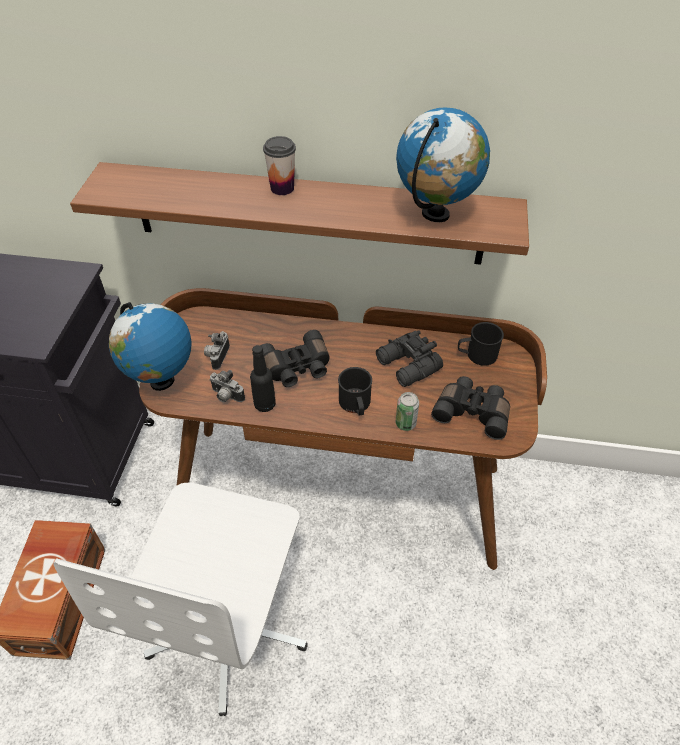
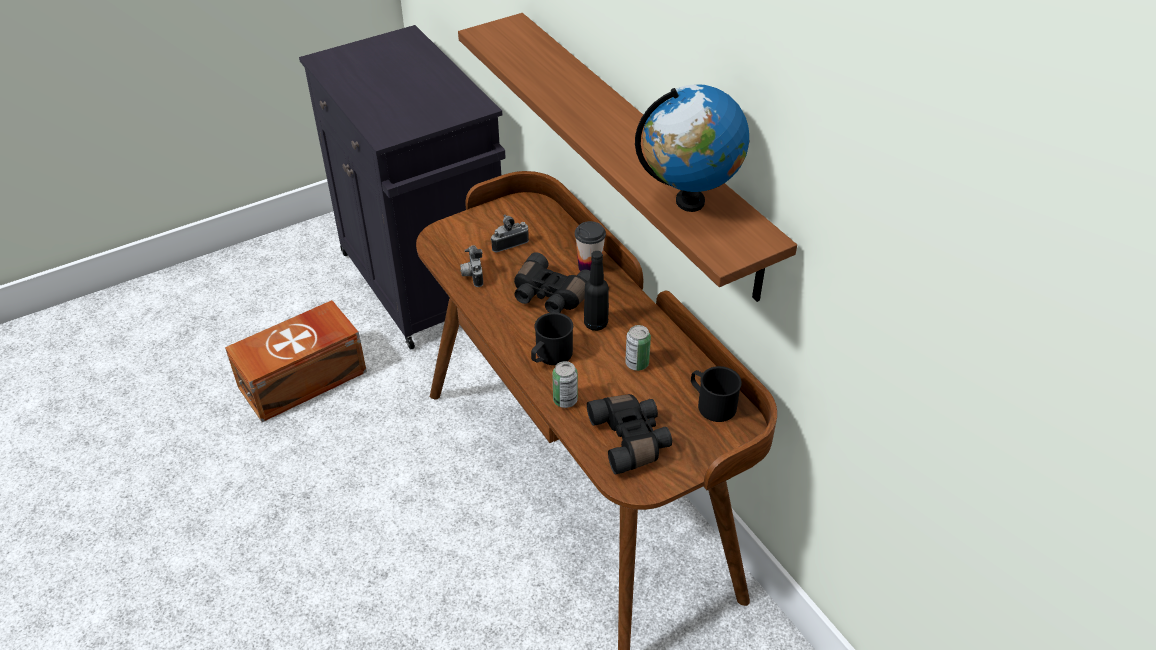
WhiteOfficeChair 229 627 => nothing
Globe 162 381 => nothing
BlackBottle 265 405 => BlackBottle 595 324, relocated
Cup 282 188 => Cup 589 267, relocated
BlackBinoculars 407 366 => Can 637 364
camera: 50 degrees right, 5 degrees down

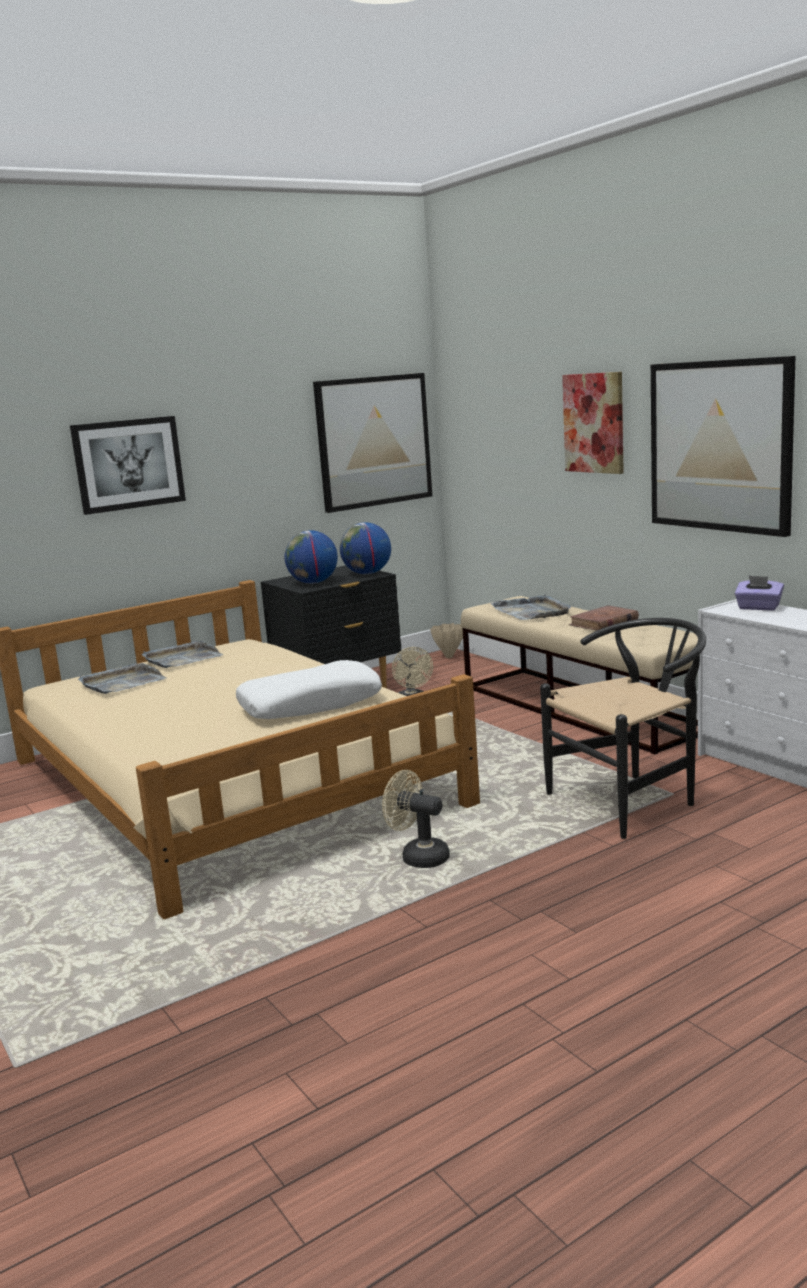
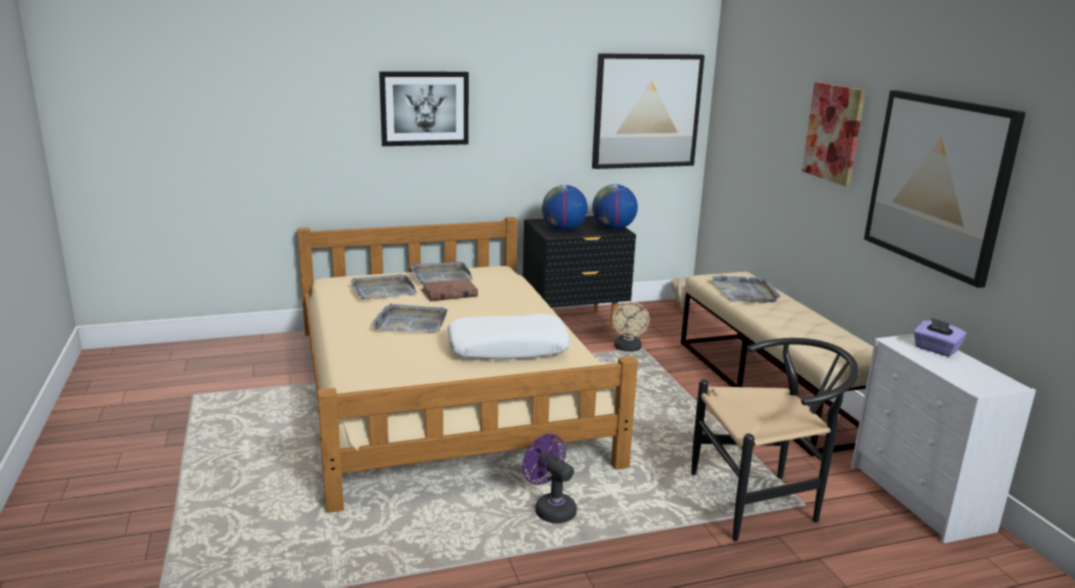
BeigeFan 418 857 => PurpleFan 550 509
BrownBook 603 622 => BrownBook 449 293, relocated
nothing => GreyTray 410 322
camera: 15 degrees right, 5 degrees up

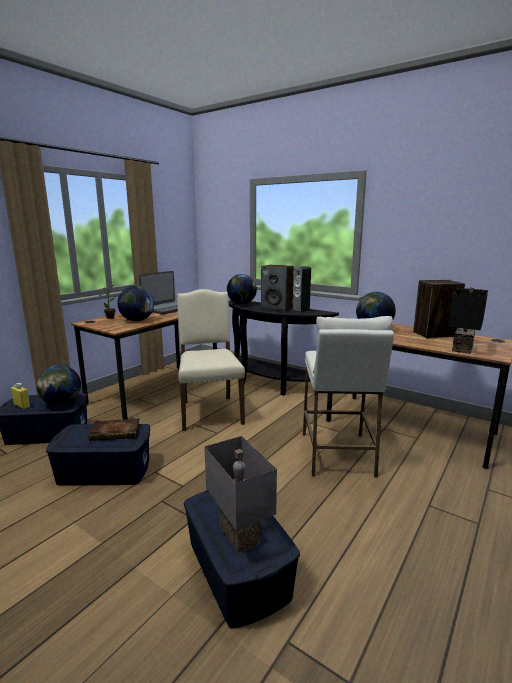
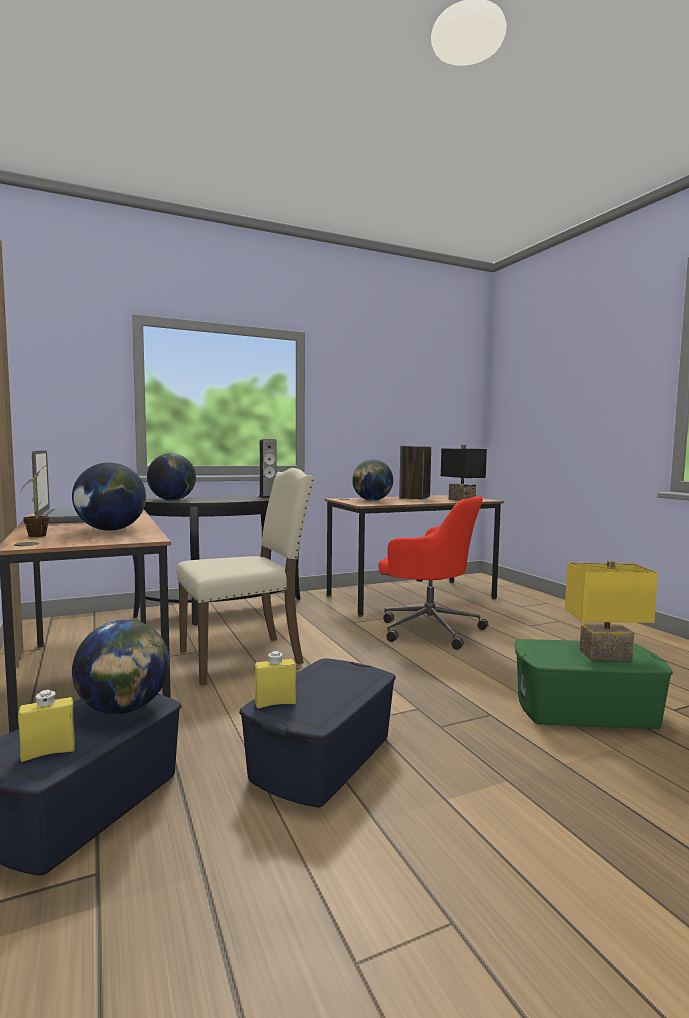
Book 117 432 => nothing
BeigeChair 210 411 => BeigeChair 244 657, 135 degrees clockwise
BlueStorageBox 237 570 => GreenStorageBox 585 710
GreyTableLamp 237 535 => YellowTableLamp 605 656
Speaker 277 308 => nothing
WhiteStool 337 454 => RedOfficeChair 428 629
nothing => YellowBottle 275 703
camera: 60 degrees left, 10 degrees down

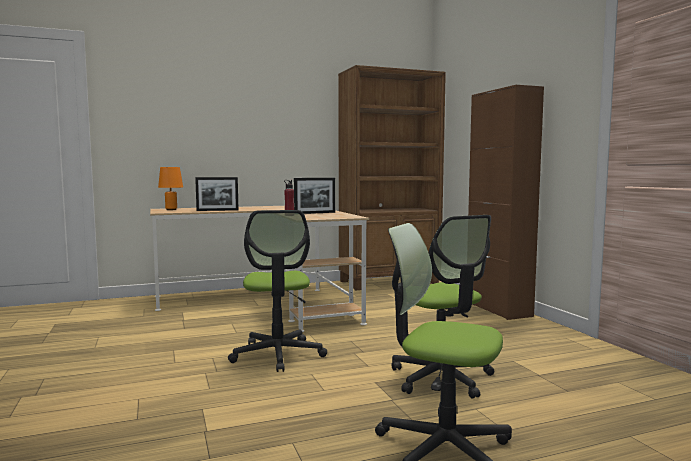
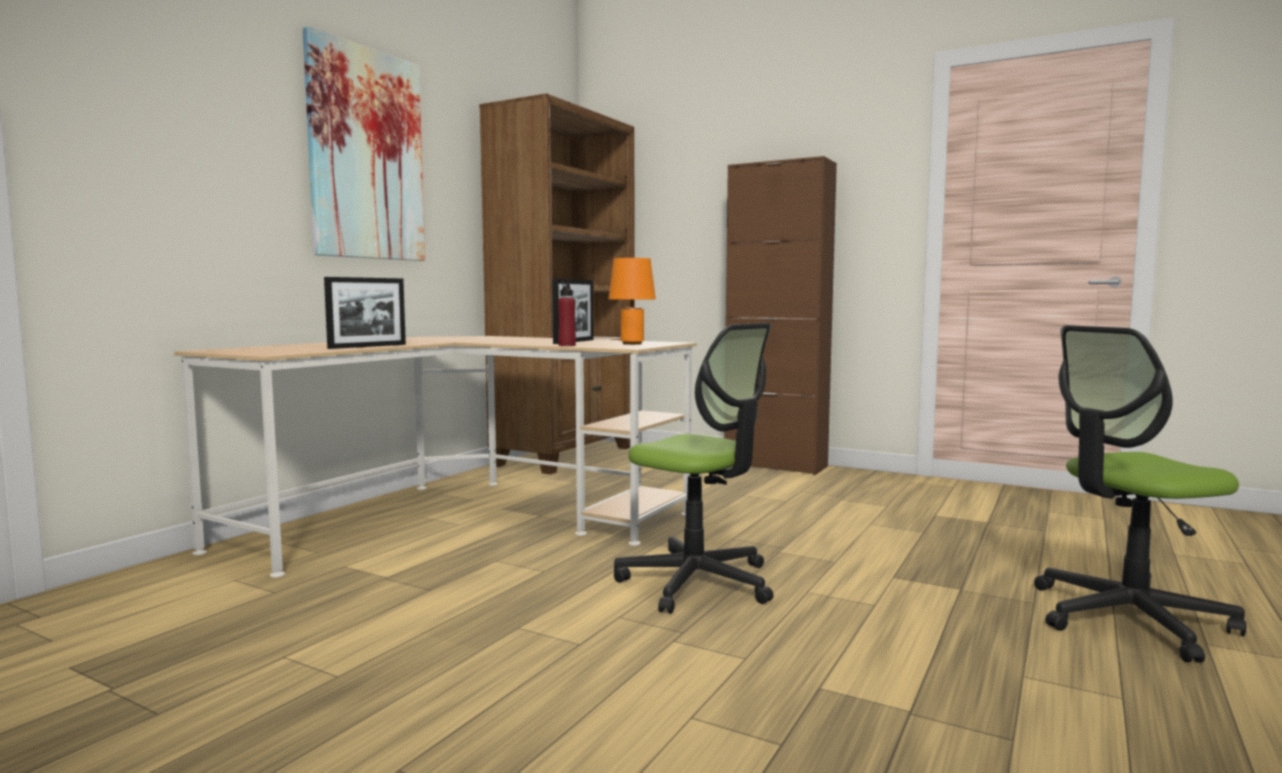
OrangeTableLamp 171 209 => OrangeTableLamp 631 344, relocated
OfficeChair 441 378 => nothing
nothing => Picture 366 154
camera: 40 degrees left, 0 degrees up

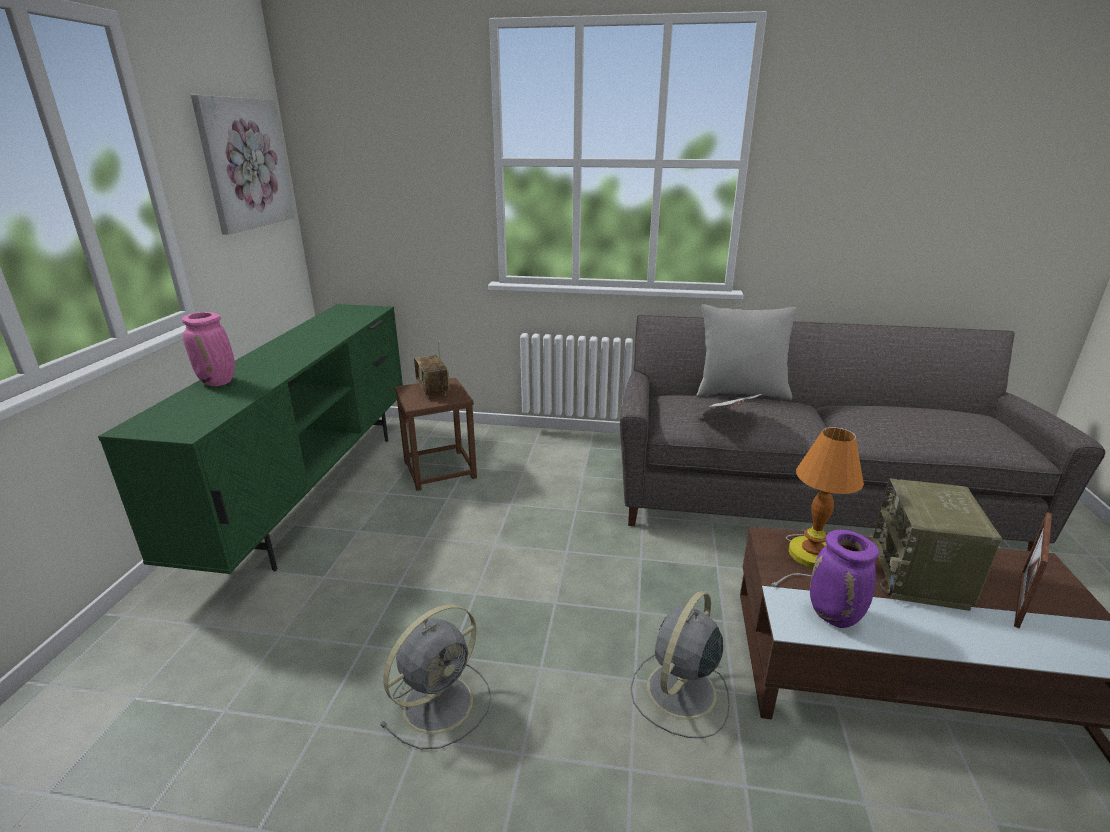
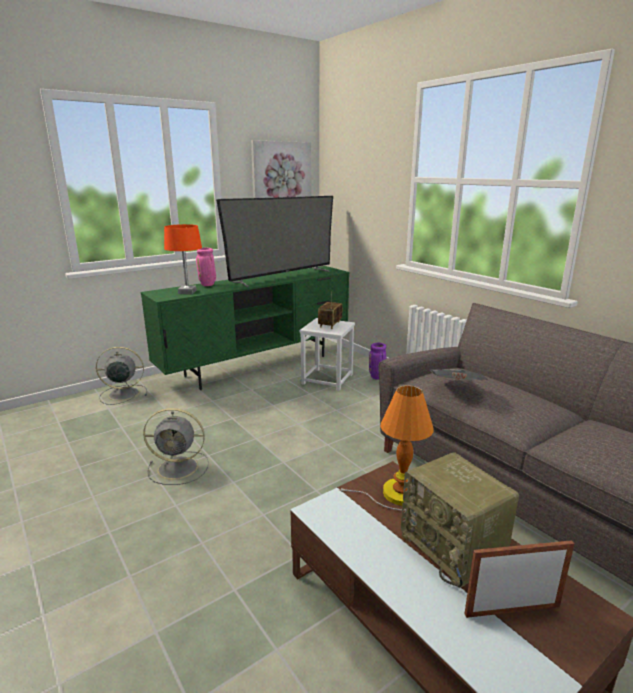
BrownStool 440 469 => WhiteStool 327 379
GreyFan 679 692 => GreyFan 122 394, relocated
GreyPillow 741 393 => nothing
PurpleVase 835 617 => PurpleVase 377 377, relocated
Radio 920 577 => Radio 454 548, 90 degrees counterclockwise
nothing => OrangeTableLamp 187 292
nothing => Television 282 277
camera: 45 degrees right, 5 degrees down

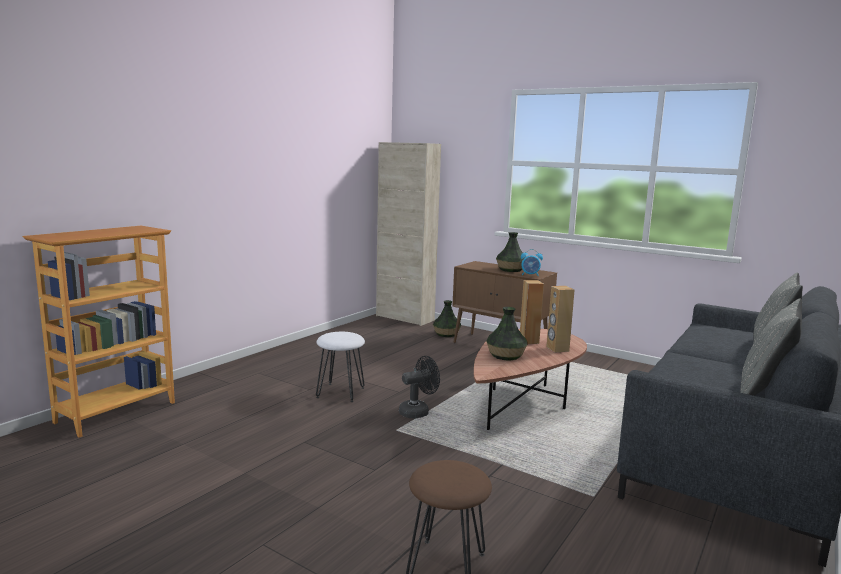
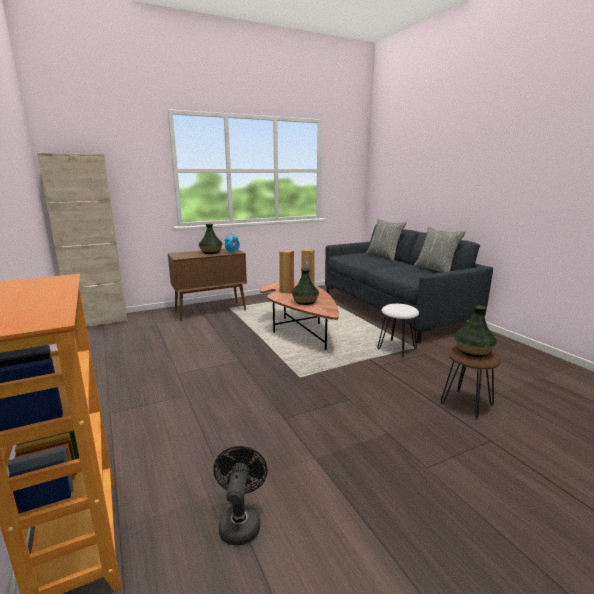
WhiteStool 340 392 => WhiteStool 396 349, relocated
BlackFan 418 411 => BlackFan 240 521, relocated
Vase 446 334 => Vase 472 351, relocated
camera: 60 degrees left, 5 degrees up

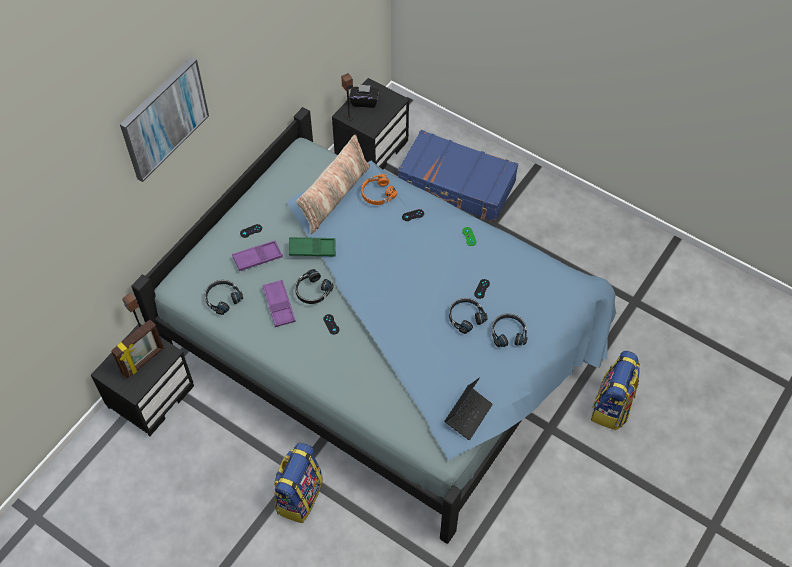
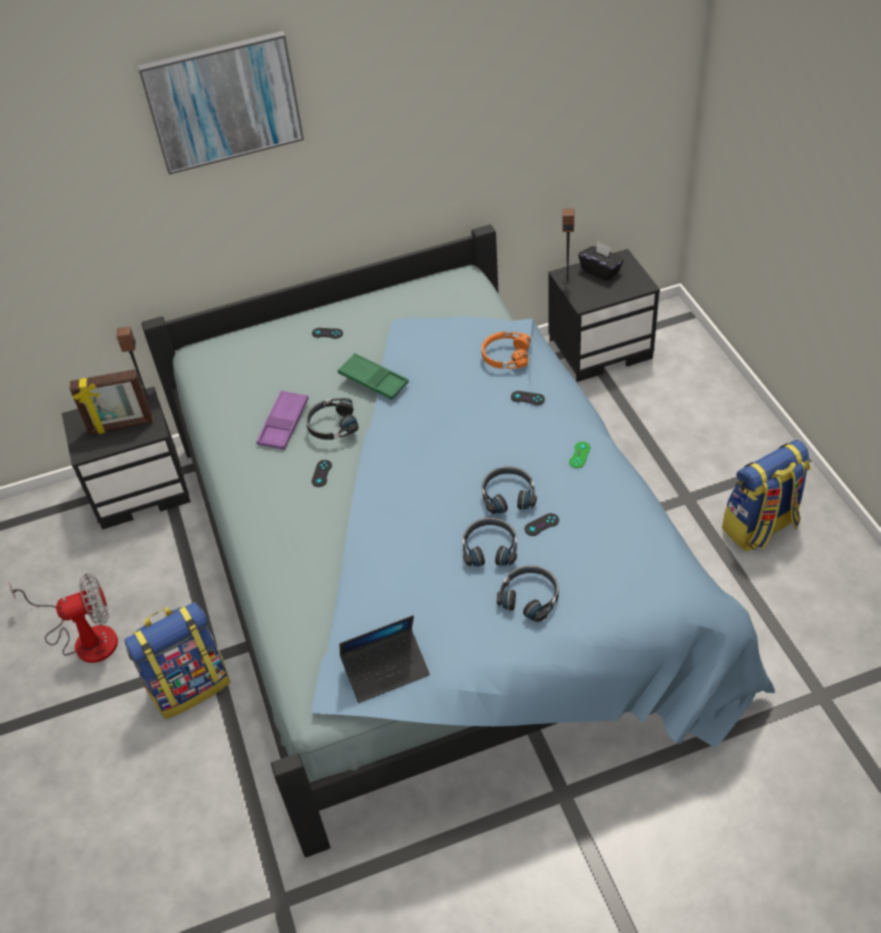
BlackHeadphones 222 298 => BlackHeadphones 508 495, relocated
PurpleTray 257 258 => nothing
Pillow 334 196 => nothing
BlueSuitcase 456 185 => nothing
Backpack 612 406 => Backpack 760 527, relocated
nothing => Fan 84 638
camera: 40 degrees right, 10 degrees down

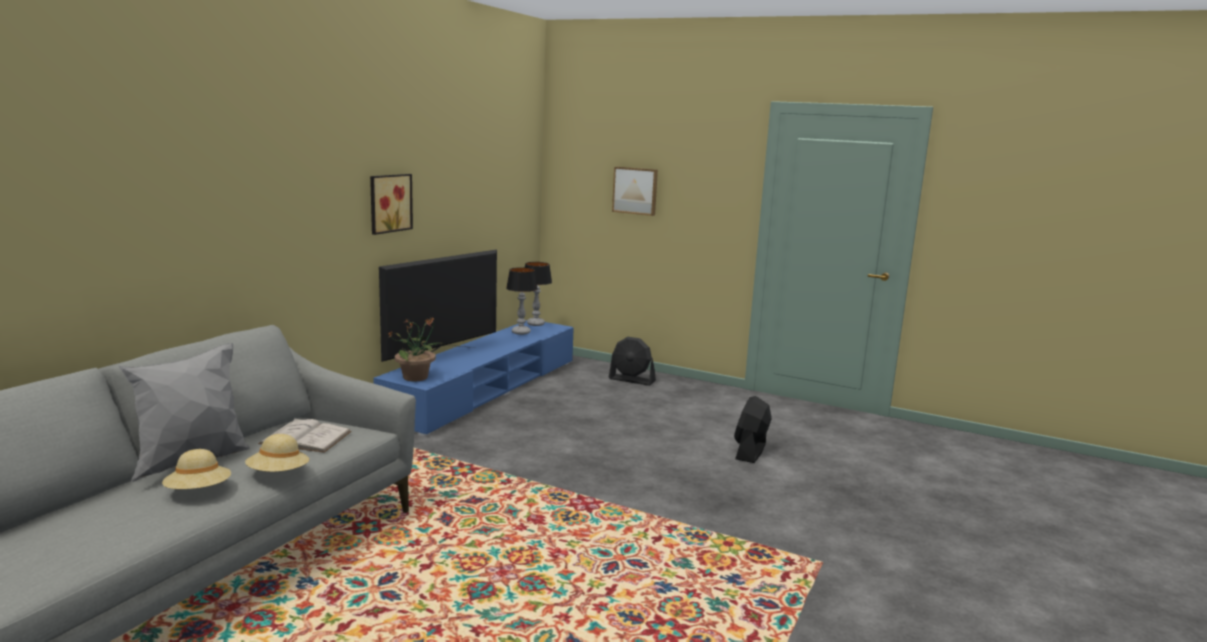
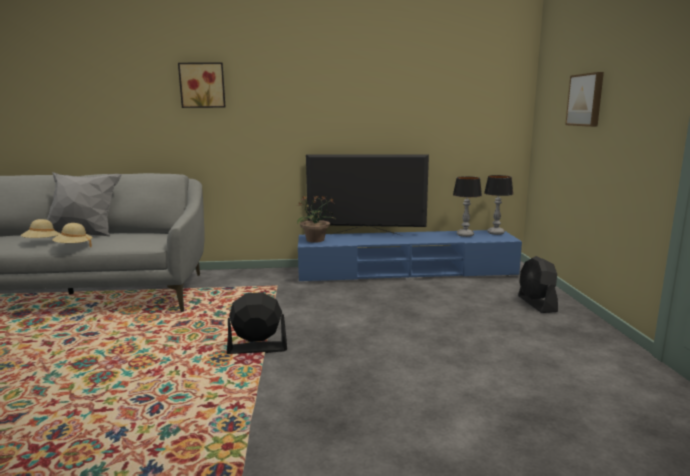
WhiteBook 306 437 => nothing
Picture 389 203 => Picture 202 85, relocated
BlackFan 750 451 => BlackFan 257 348, relocated
camera: 60 degrees right, 0 degrees up

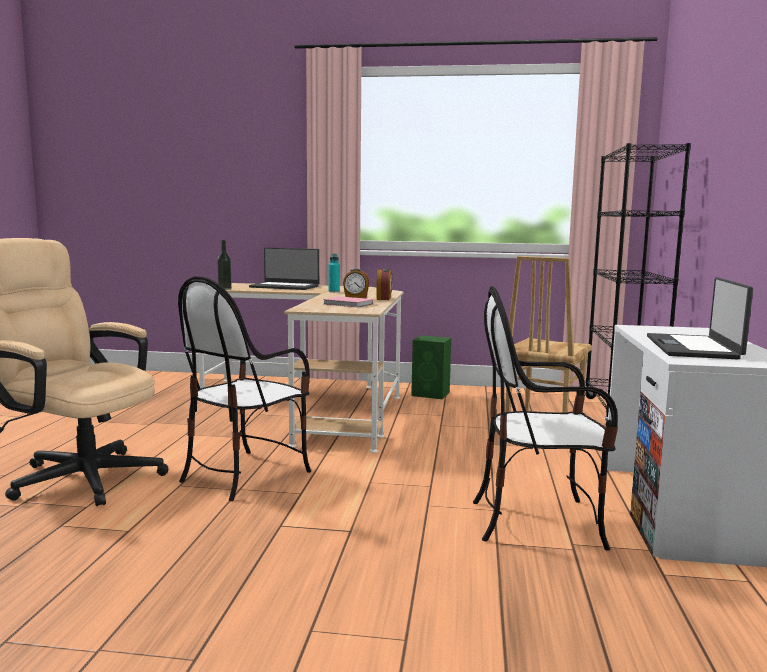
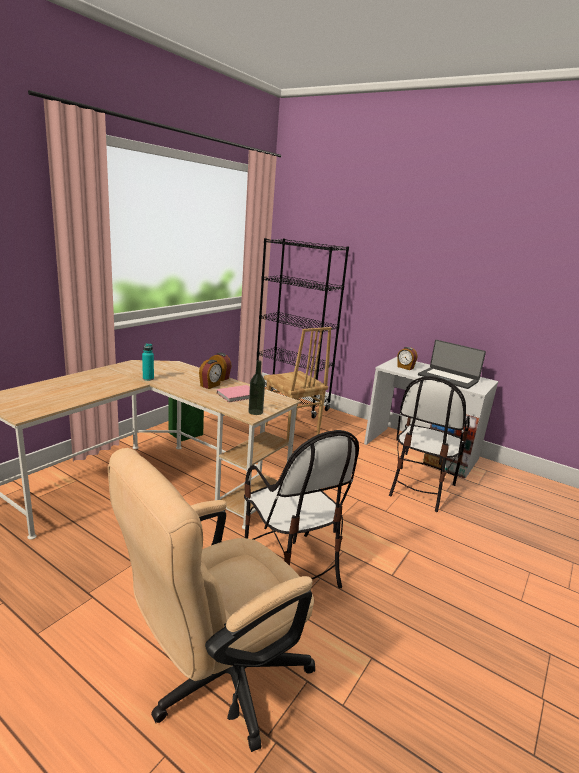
Bottle 224 289 => Bottle 255 412, relocated
Laptop 285 287 => nothing
nothing => AlarmClock 405 367
camera: 65 degrees left, 10 degrees up

